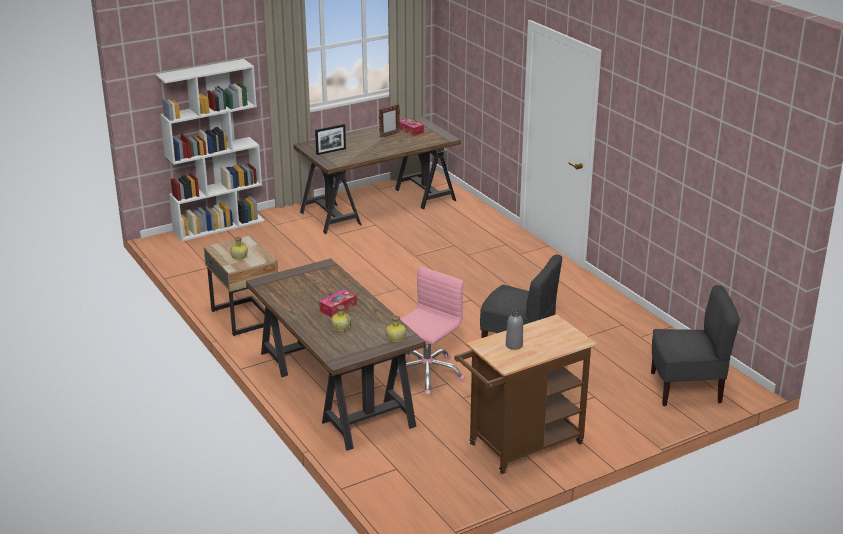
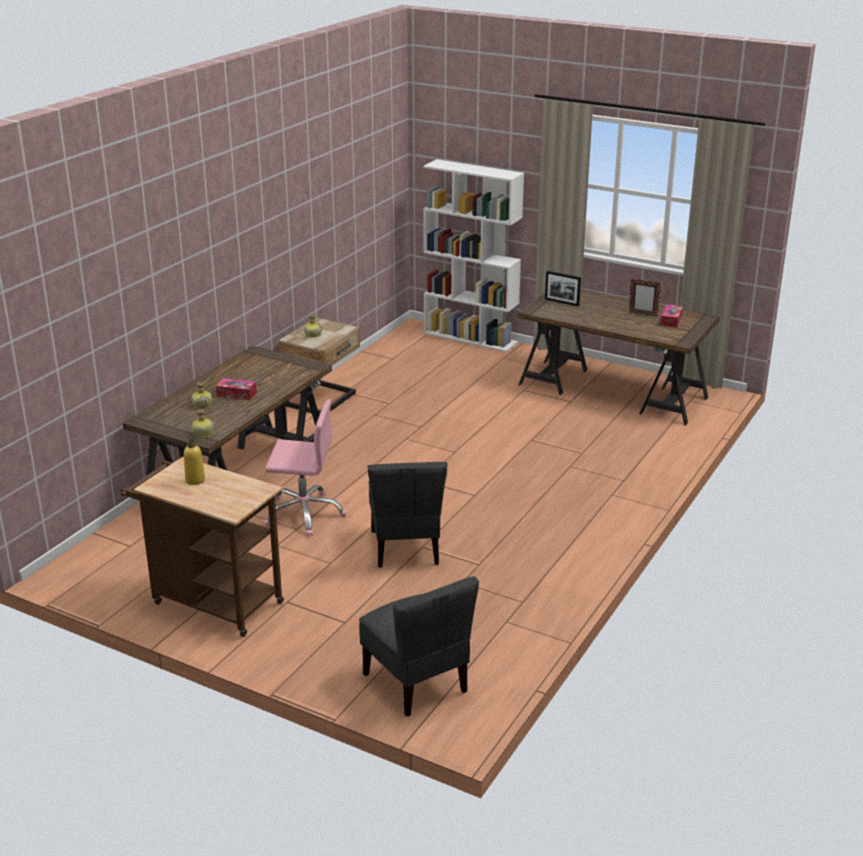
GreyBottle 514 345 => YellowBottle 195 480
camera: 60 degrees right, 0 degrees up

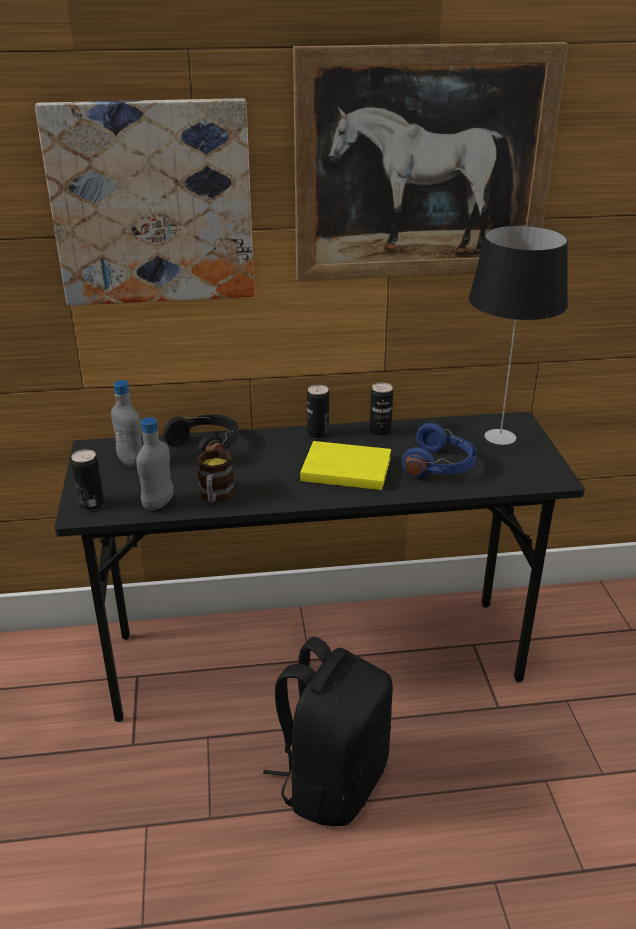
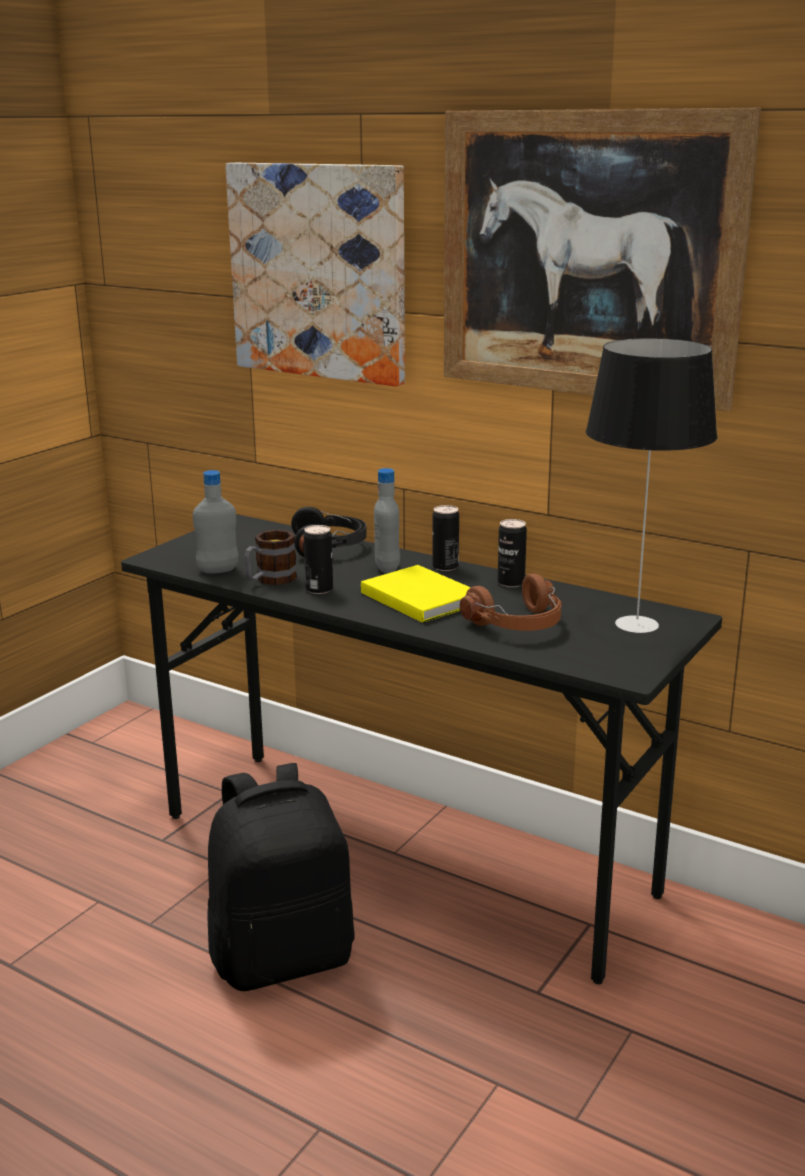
Can 91 504 => Can 319 589, relocated
GreyBottle 131 462 => GreyBottle 387 568, relocated
BlueHeadphones 440 466 => BrownHeadphones 519 625
camera: 40 degrees right, 10 degrees down

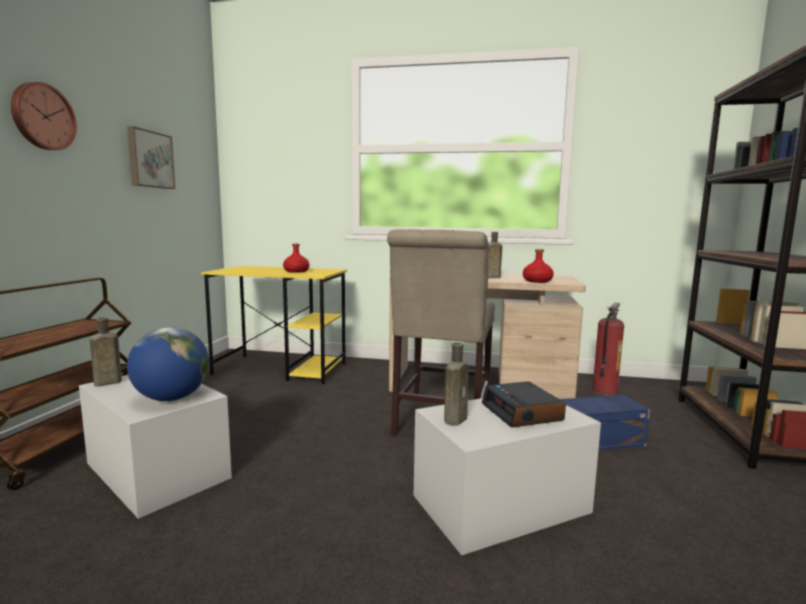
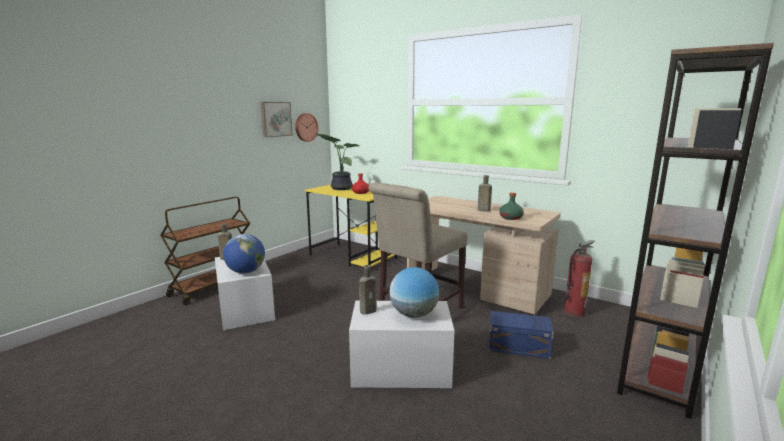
WallClock 42 117 => WallClock 305 127, relocated
AlarmClock 522 412 => Globe 414 314
RedBottle 537 281 => GreenBottle 511 217
nothing => PottedPlant 340 188
camera: 25 degrees right, 5 degrees up

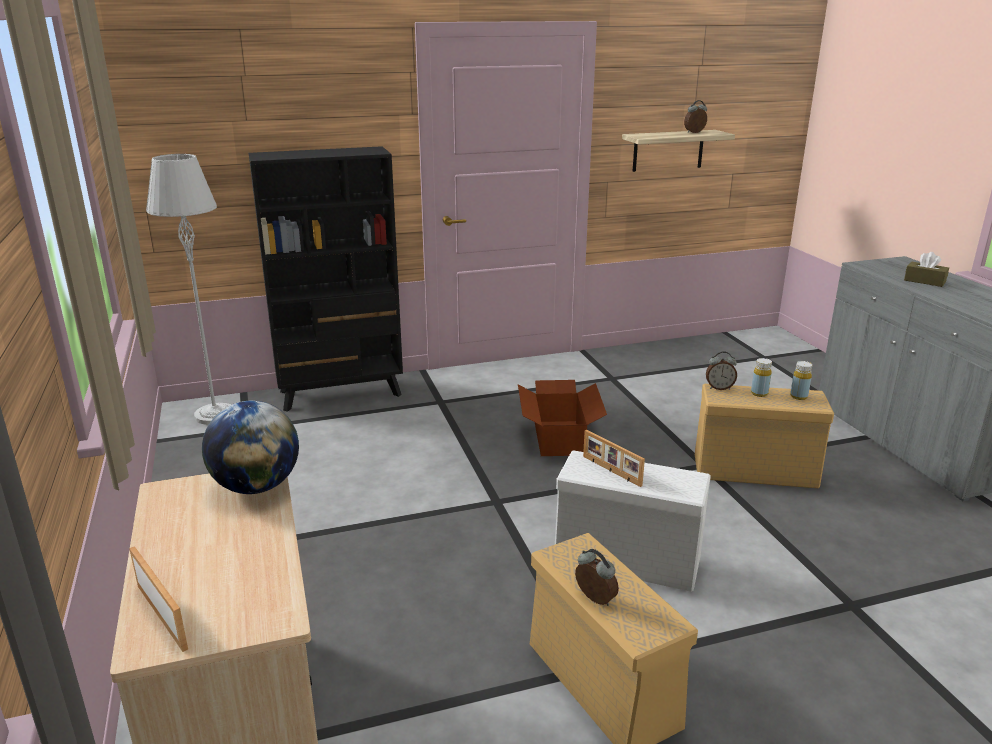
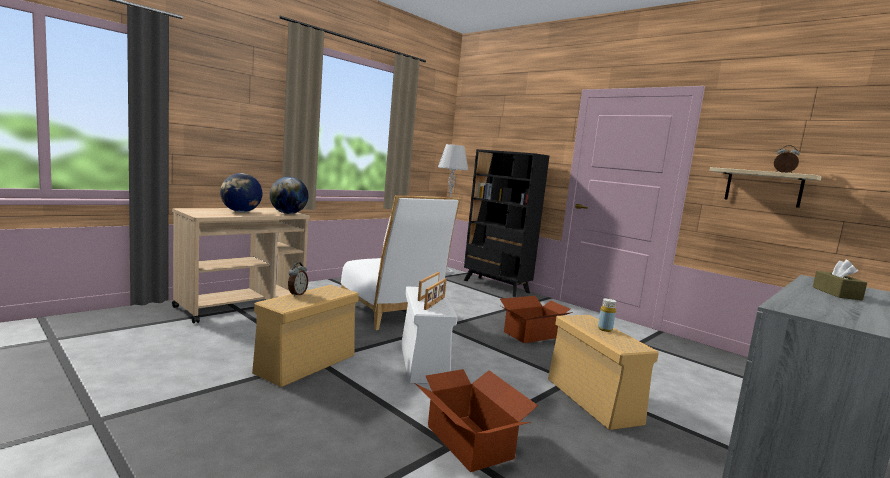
PictureFrame 163 615 => PictureFrame 435 303, relocated
AlarmClock 719 388 => nothing
YellowBottle 798 396 => nothing
nothing => Globe 241 212
nothing => WhiteChair 392 314
nothing => CardboardBox 469 441
camera: 60 degrees right, 15 degrees down

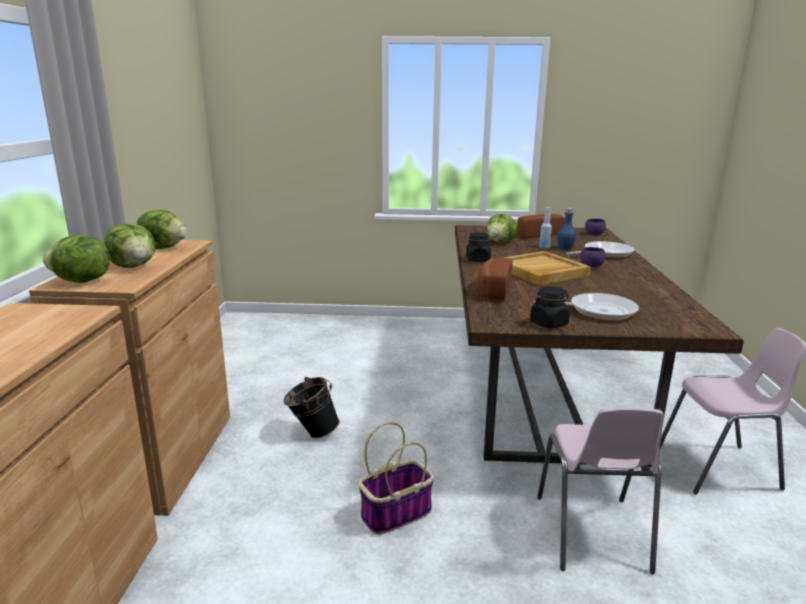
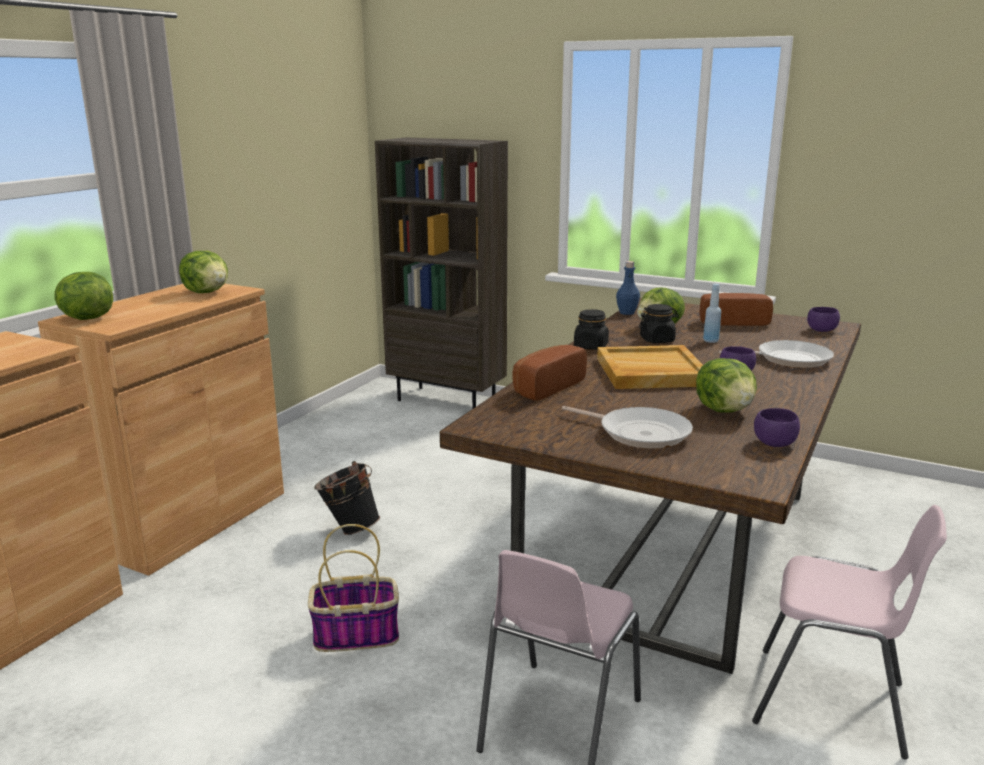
Lettuce 134 266 => Lettuce 725 410, relocated
BlackJar 549 323 => BlackJar 657 340, relocated
BlueBottle 565 248 => BlueBottle 627 313, relocated
nothing => BrownBookcase 447 401
nothing => PurpleBowl 774 443
camera: 25 degrees right, 0 degrees up

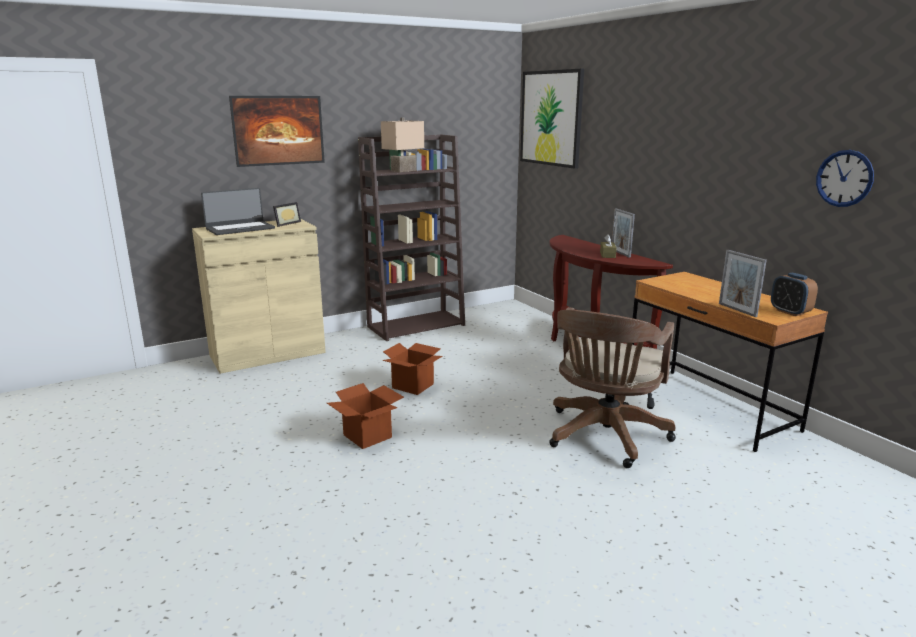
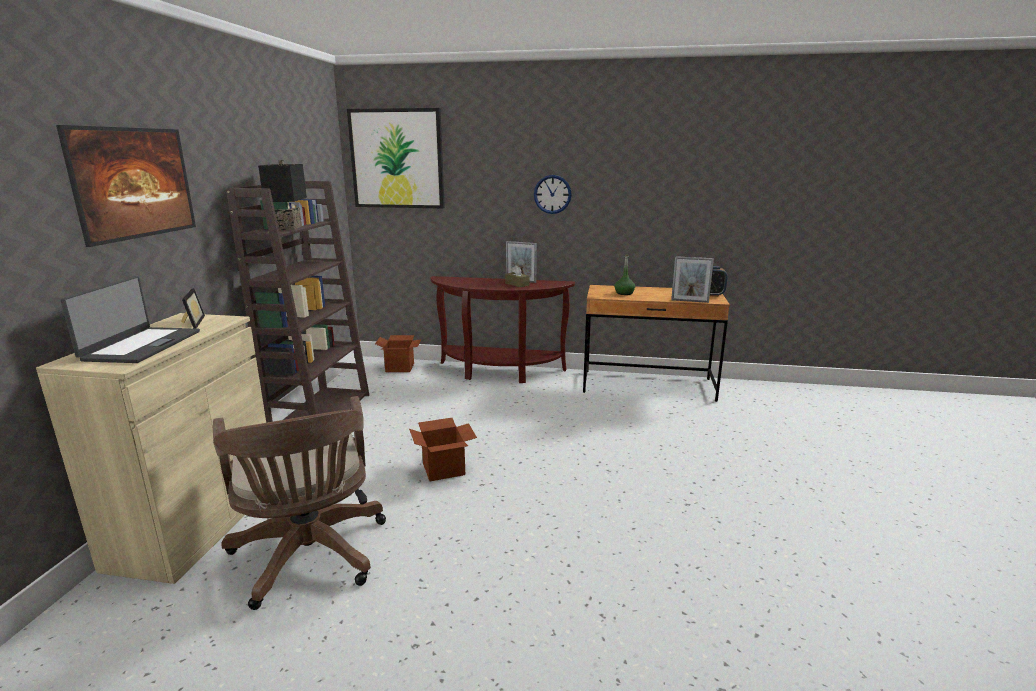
CardboardBox 367 436 => CardboardBox 399 368, relocated
BeigeTableLamp 404 171 => BlackTableLamp 291 228
BrownOfficeChair 604 437 => BrownOfficeChair 310 558, relocated
WallClock 844 178 => WallClock 552 194, relocated
nothing => GreenBottle 624 293
camera: 50 degrees left, 0 degrees up

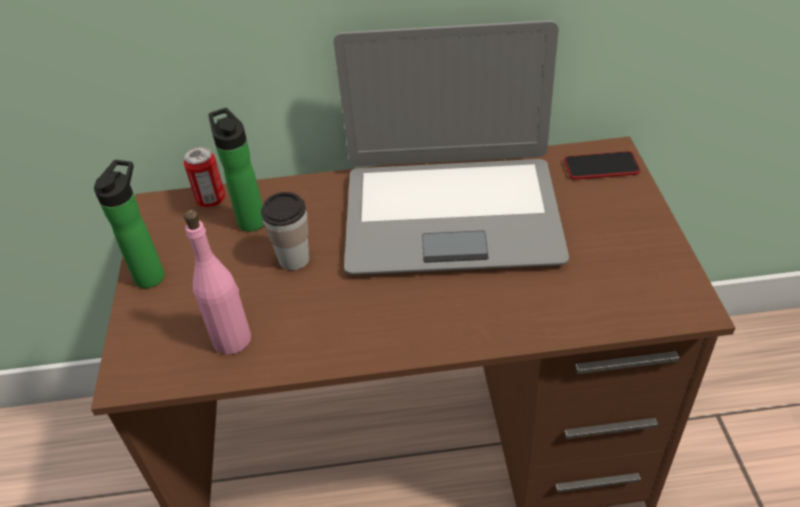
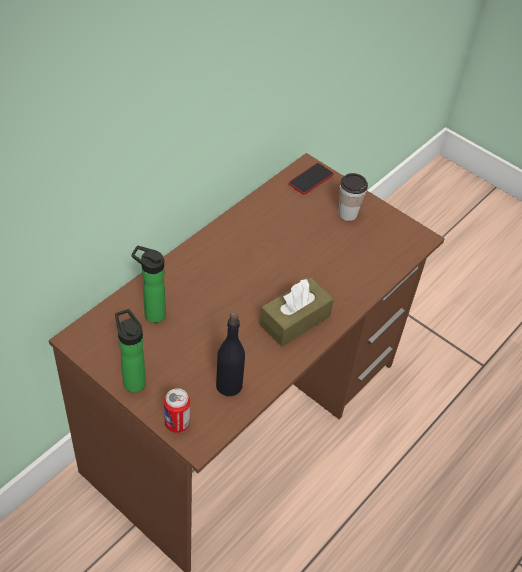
PinkBottle 232 339 => BlackBottle 229 385
Can 211 200 => Can 177 423, relocated
Cup 294 259 => Cup 347 214, relocated
Laptop 451 215 => nothing
nothing => BrownTissueBox 295 320
camera: 50 degrees left, 5 degrees up

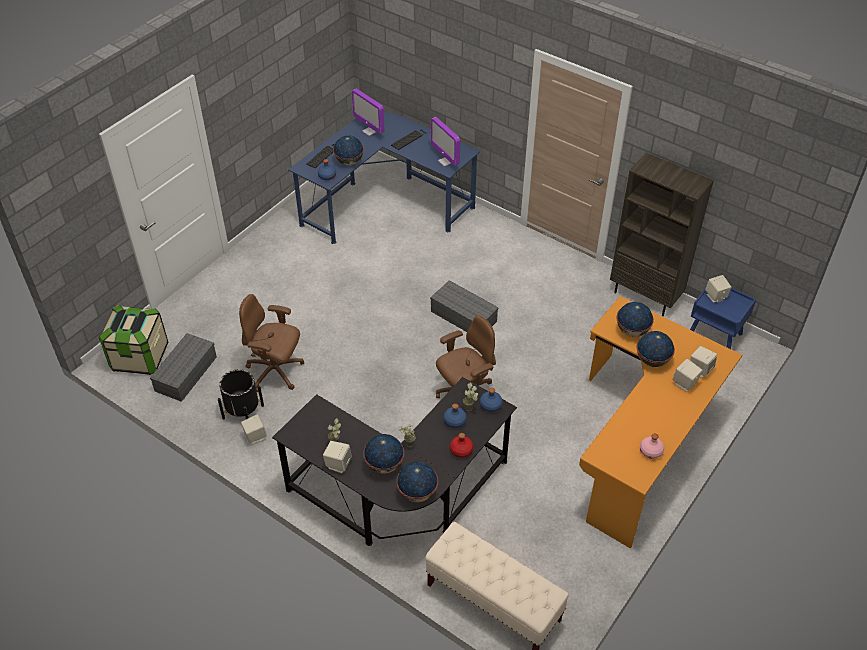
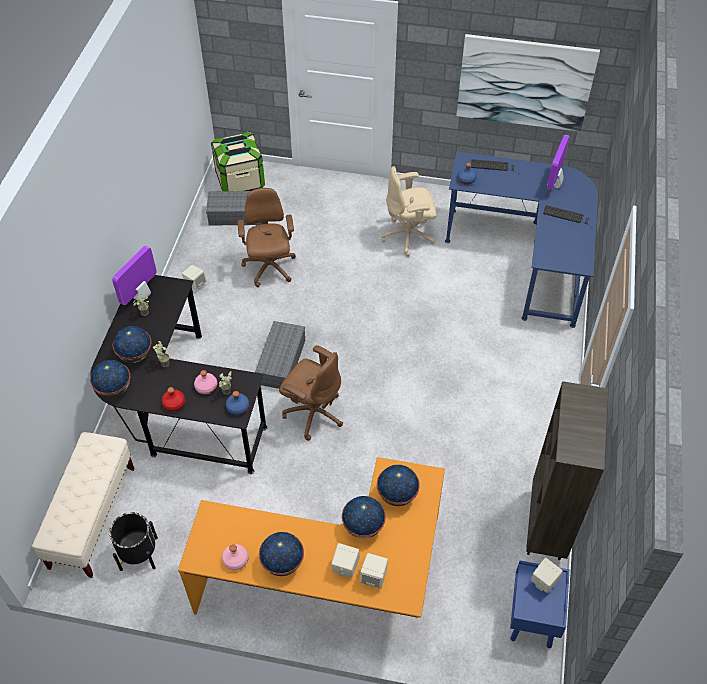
BlackPlanter 243 412 => BlackPlanter 138 553, relocated
BeigeSpeaker 338 464 => nothing
Globe 349 162 => Globe 282 562, relocated
GreyStorageBox 462 316 => GreyStorageBox 281 361, relocated
Monitor 446 161 => Monitor 141 296, relocated
BlueBottle 454 421 => PinkBottle 206 386
nothing => BeigeOfficeChair 409 236
nothing => Picture 524 83
camera: 65 degrees right, 5 degrees up

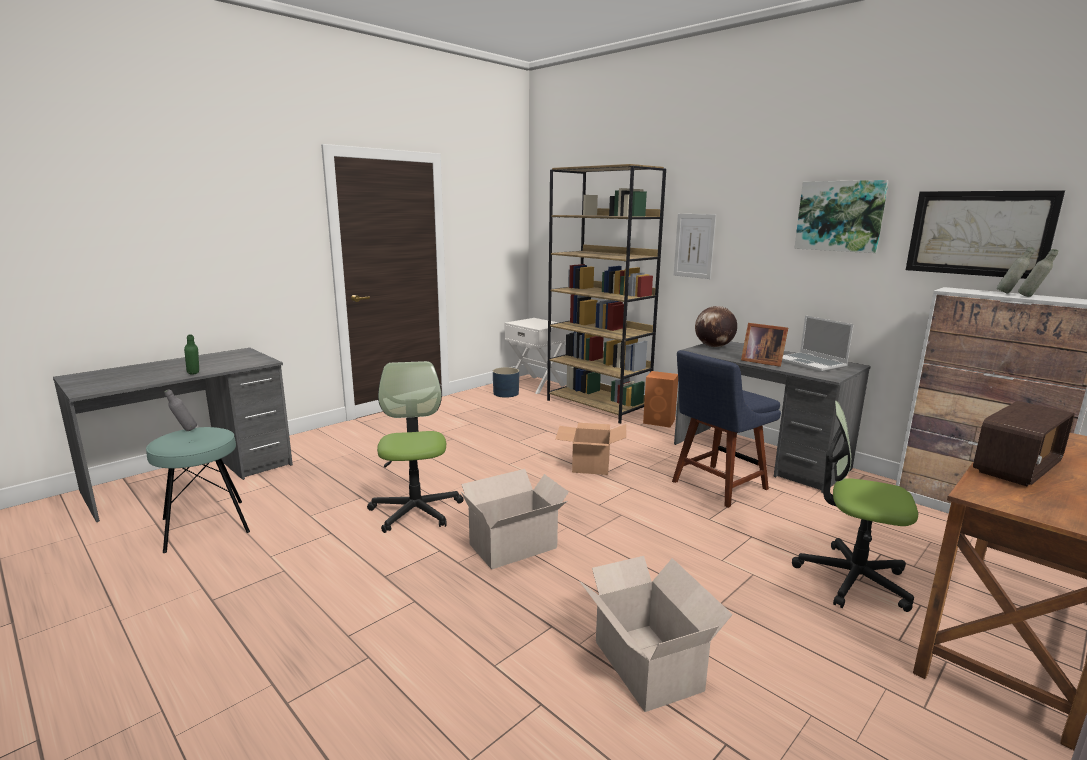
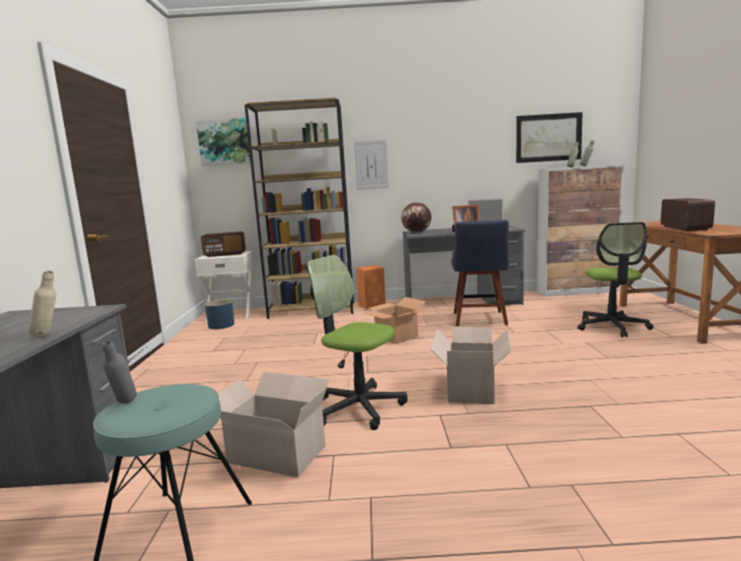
GreenBottle 194 374 => BeigeBottle 48 336
CardboardBox 646 663 => CardboardBox 275 453, relocated
OfficeChair 852 579 => OfficeChair 612 327, 60 degrees counterclockwise
Picture 840 216 => Picture 225 142, relocated
nothing => Radio 225 254
camera: 45 degrees left, 5 degrees down

